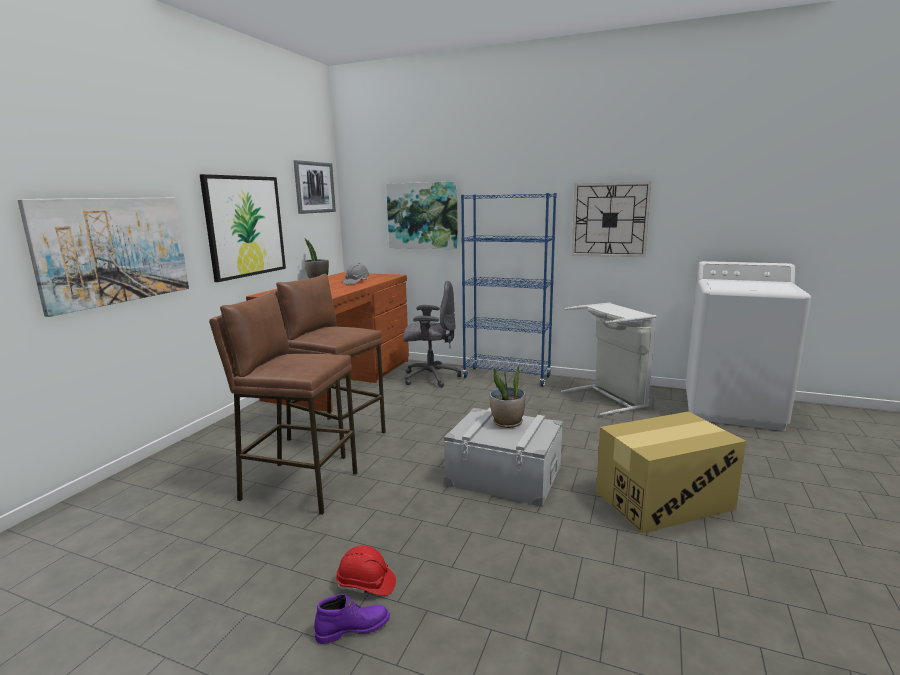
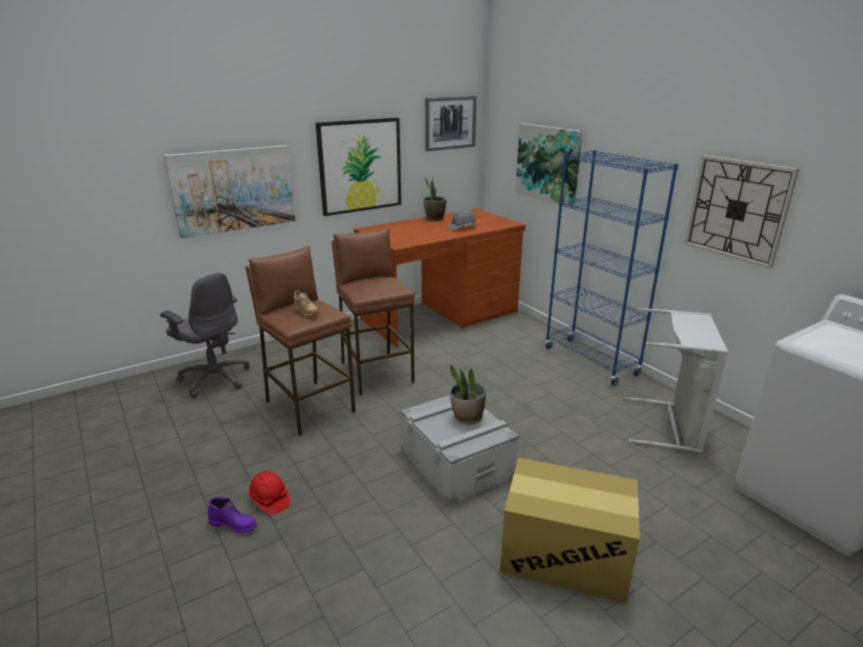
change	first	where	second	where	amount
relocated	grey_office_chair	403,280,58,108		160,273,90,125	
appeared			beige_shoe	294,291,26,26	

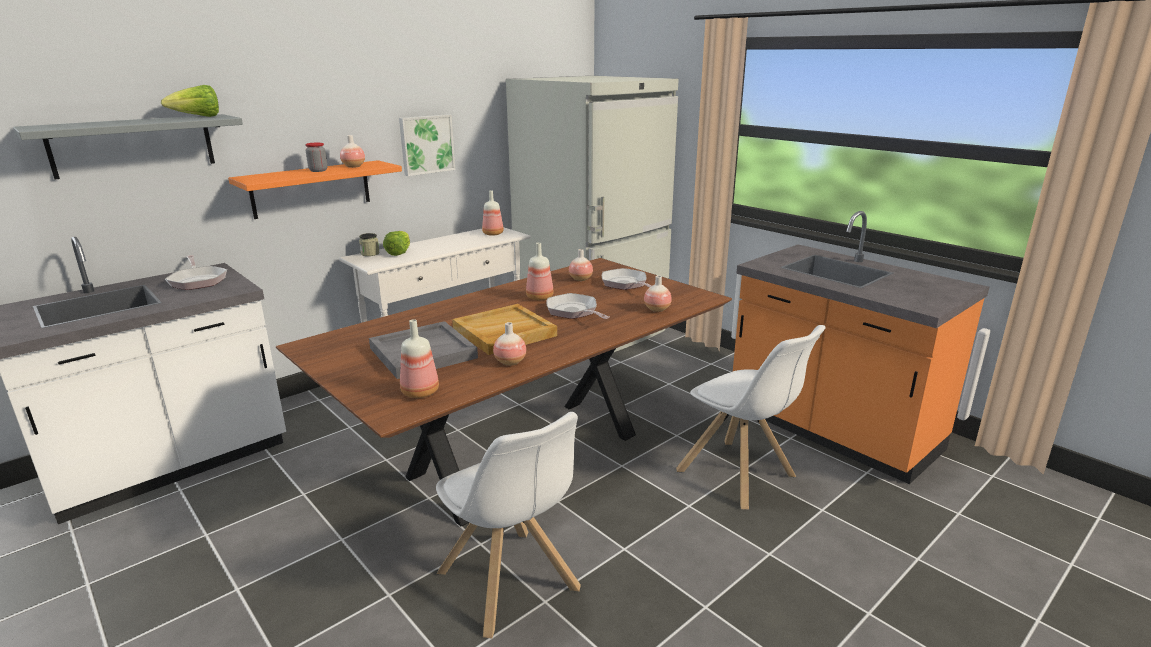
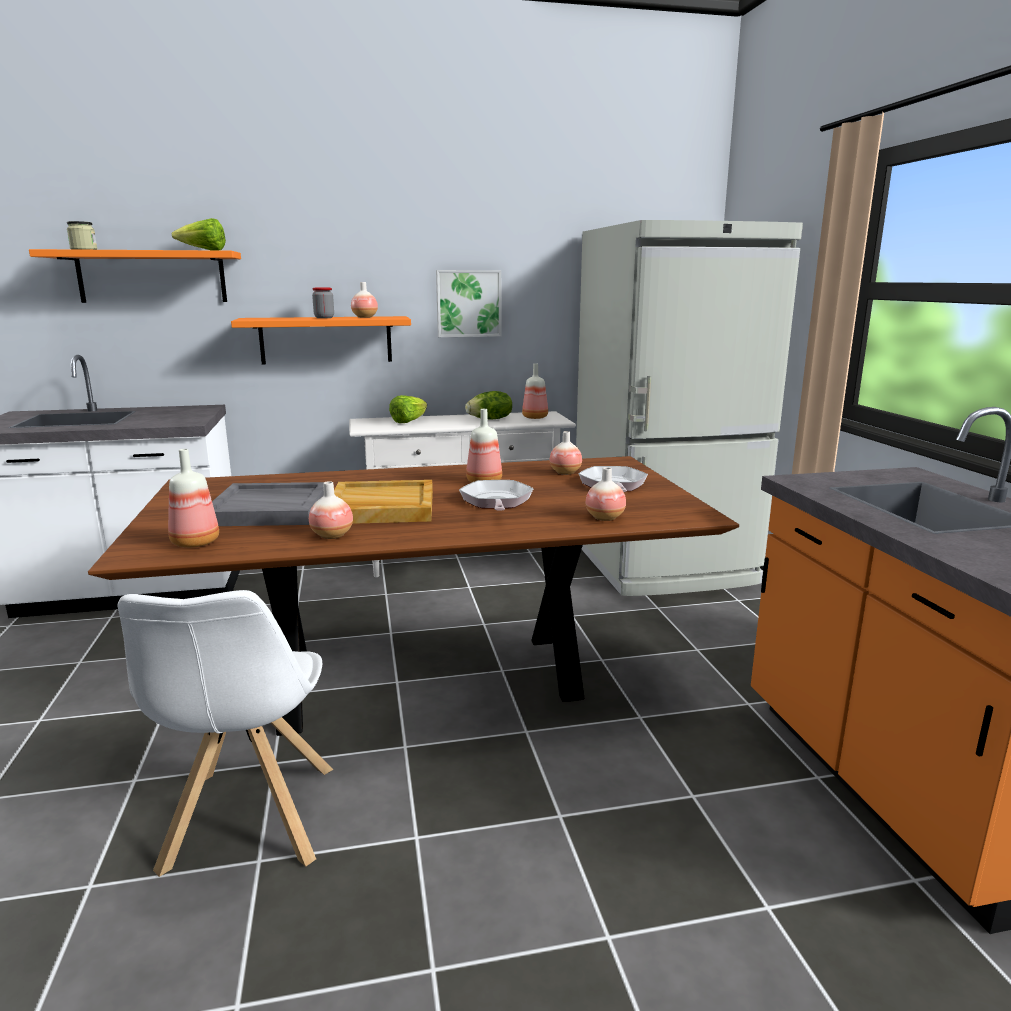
change	first	where	second	where	amount
colour	grey_shelf	13,114,230,65	orange_shelf	29,249,212,54	
missing	frying_pan	165,255,62,35			
relocated	jar	359,233,21,23		67,221,30,29	
missing	white_chair	676,325,150,185			
appeared			lettuce	465,391,47,28	

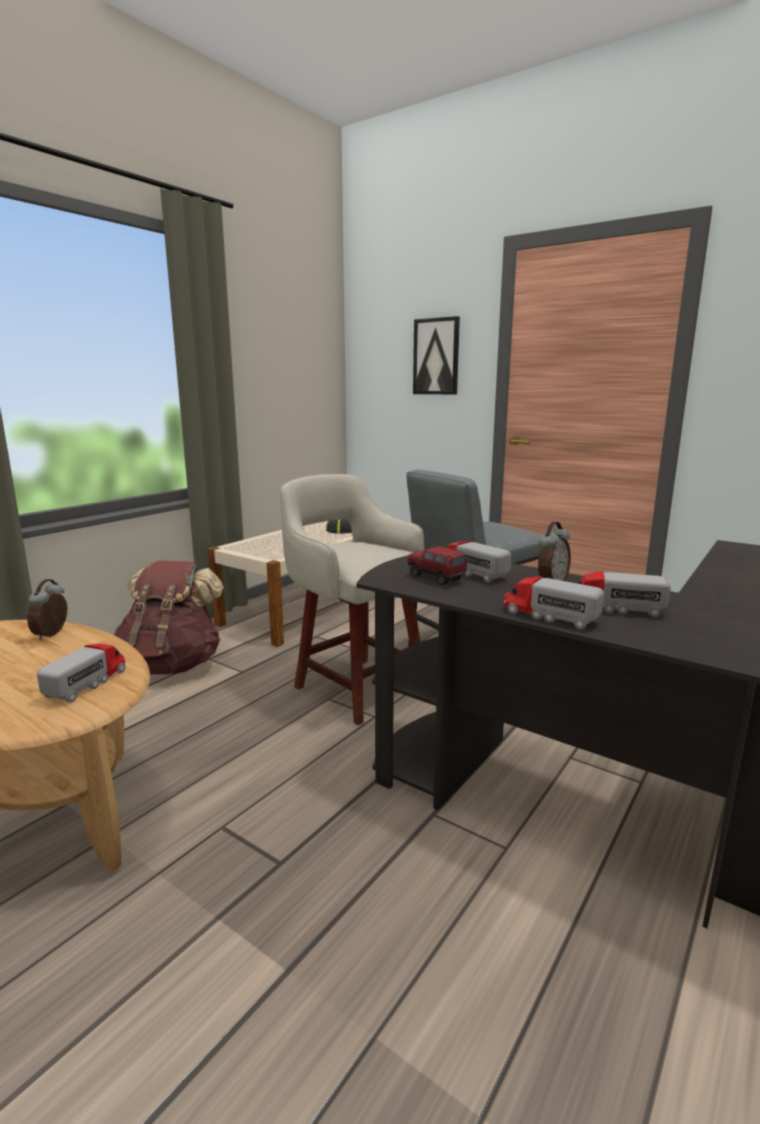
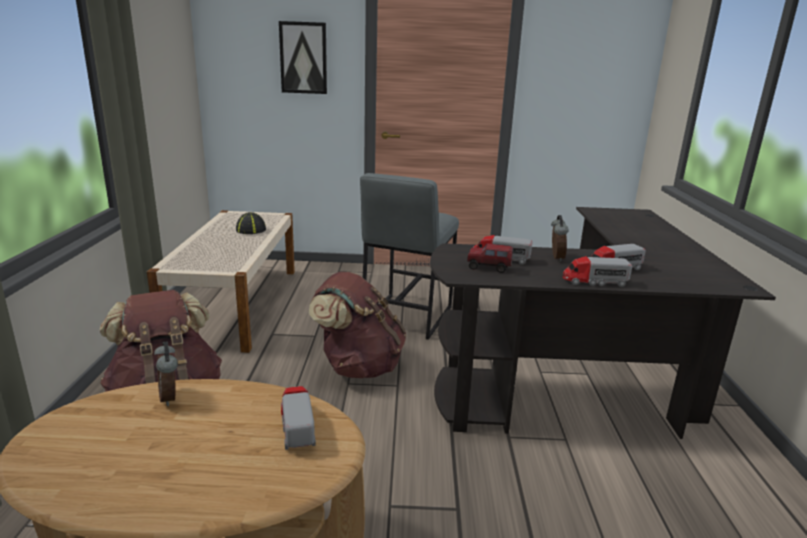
change	first	where	second	where	amount
exchanged	beige_stool	280,474,144,251	brown_backpack	308,272,98,106	

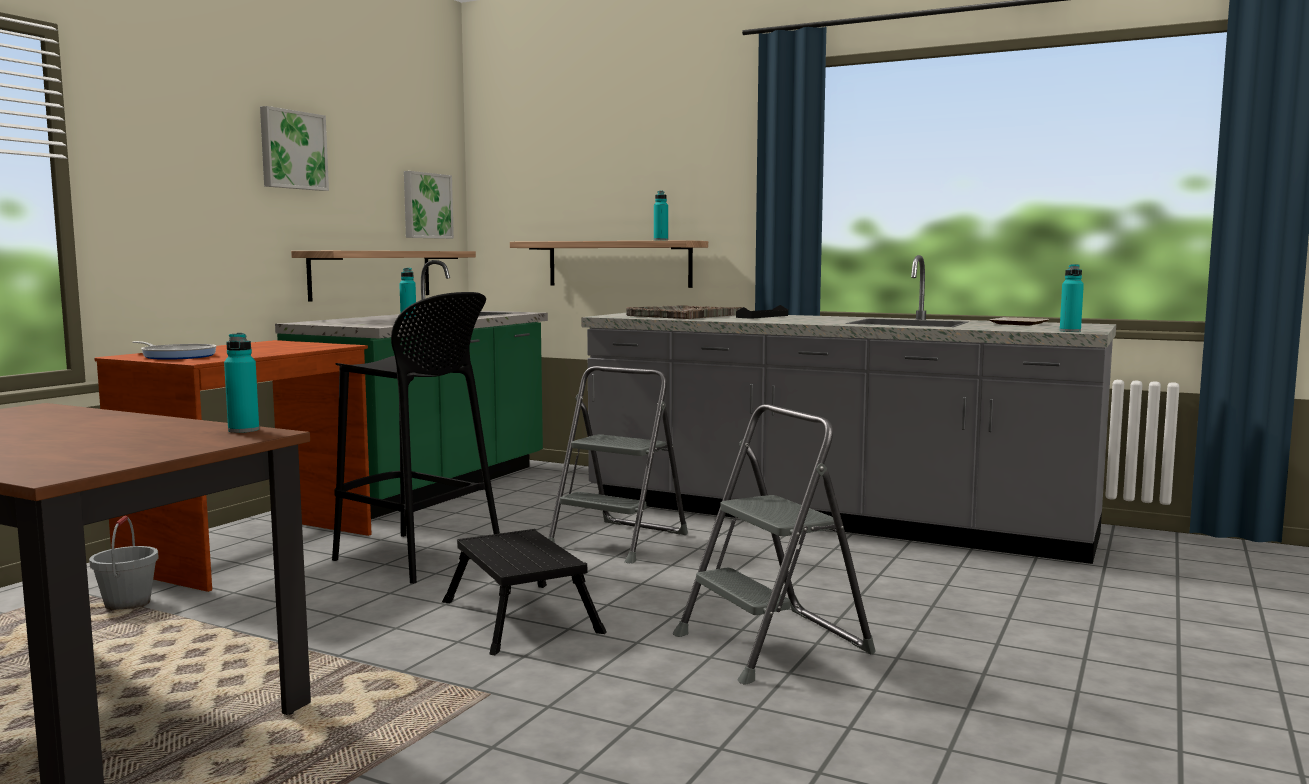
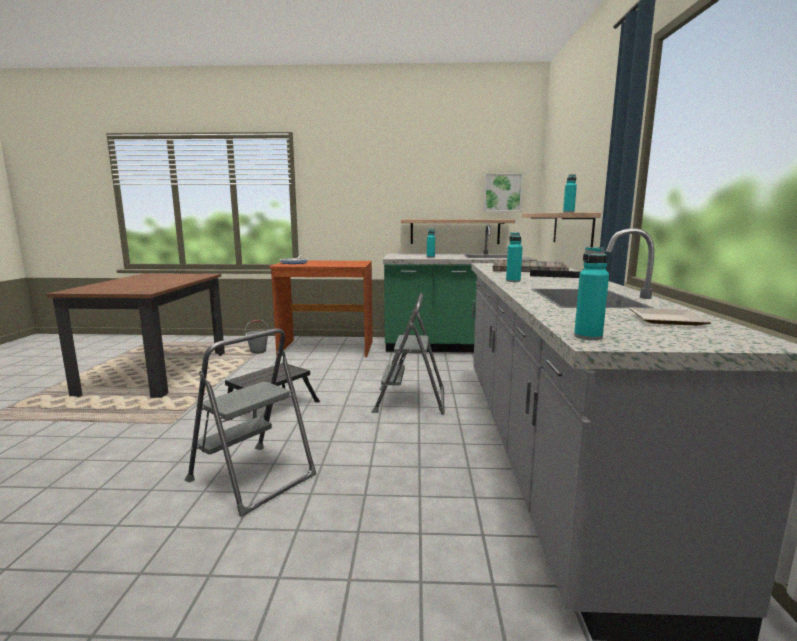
change	first	where	second	where	amount
relocated	turquoise_bottle	224,333,35,100		506,232,17,50	
missing	picture	260,106,69,85			
missing	black_stool	332,292,168,292			

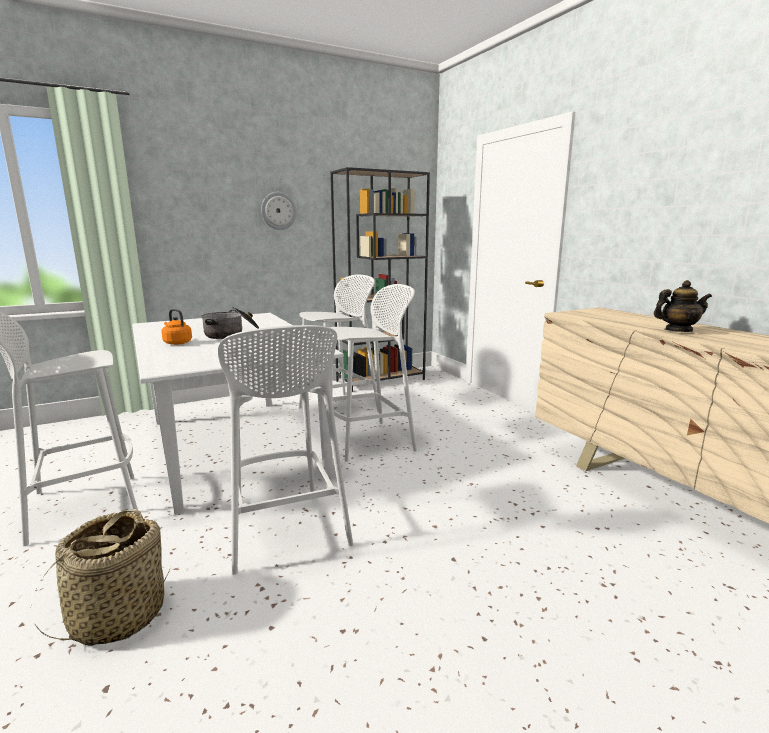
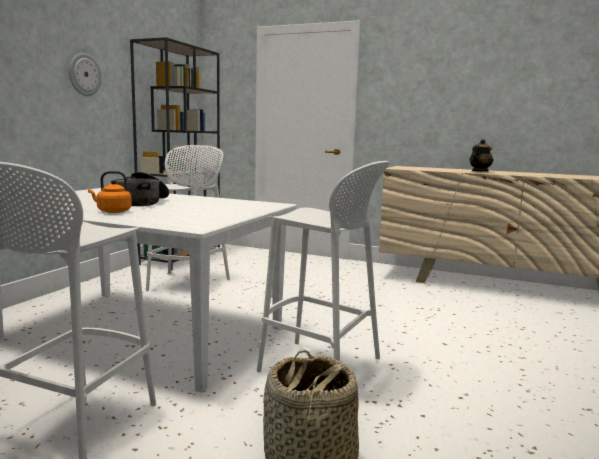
change	first	where	second	where	amount
missing	white_stool	326,284,91,177			

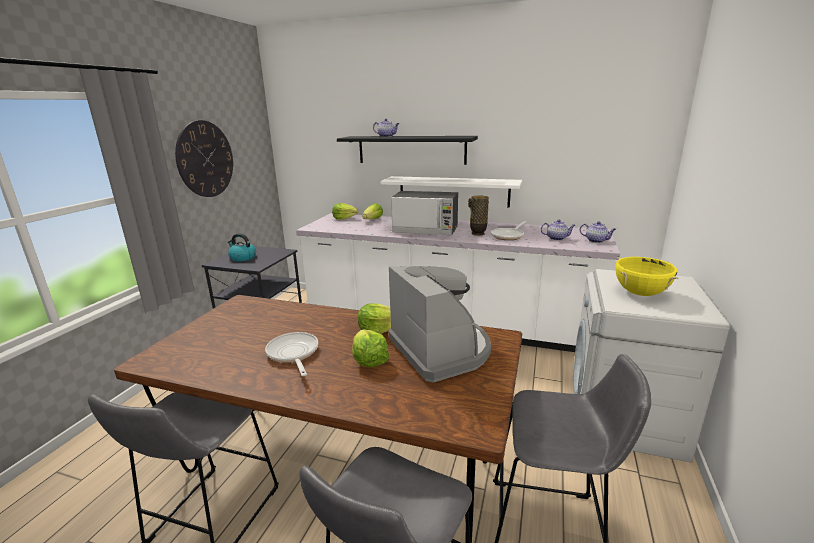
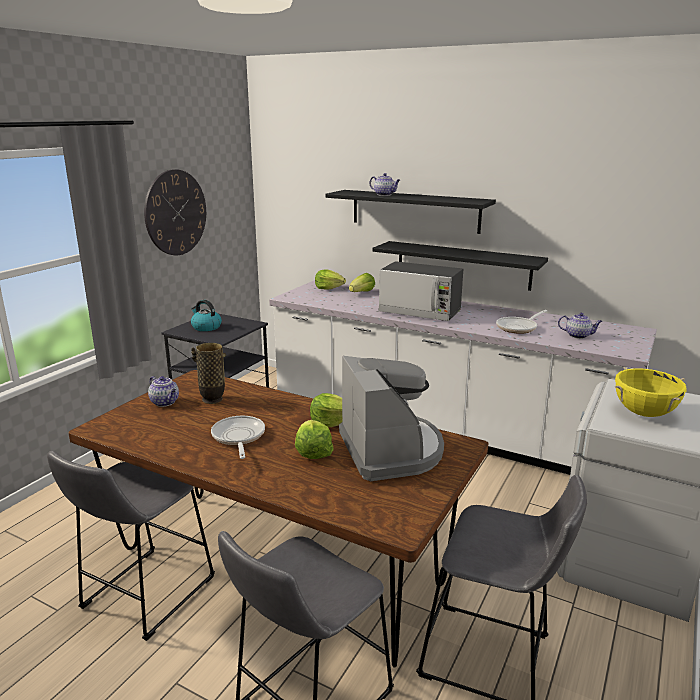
change	first	where	second	where	amount
colour	white_shelf	380,176,142,32	black_shelf	372,241,176,50	
relocated	vase	468,195,21,41		191,343,35,61	
relocated	teapot	580,221,36,22		148,376,31,31	

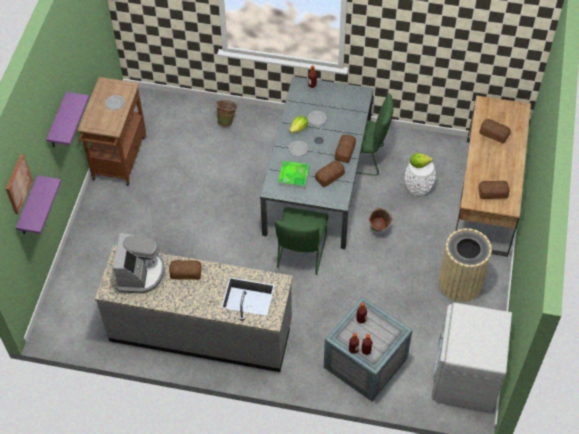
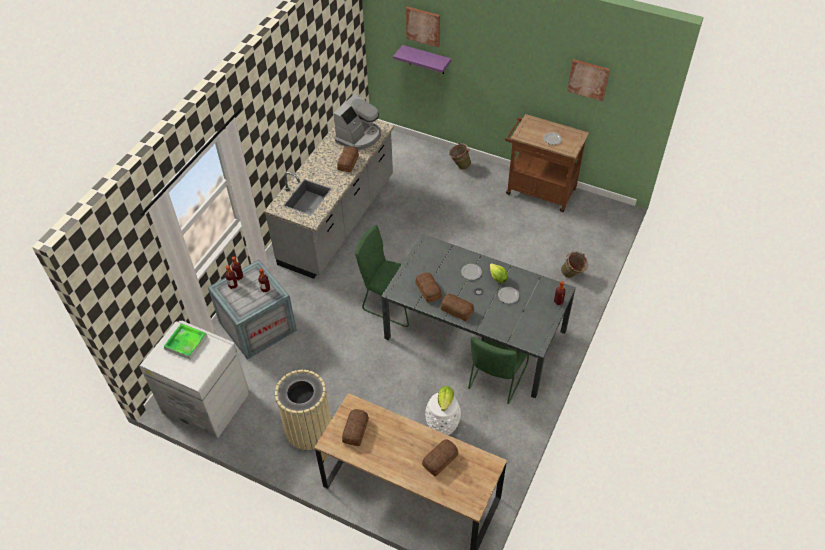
change	first	where	second	where	amount
missing	purple_shelf	46,92,43,55			
spun	coffee_machine	113,233,52,60		333,94,48,56	75 degrees counterclockwise
relocated	tray	278,161,31,28		164,324,44,36	
relocated	green_bucket	368,208,24,24		449,143,22,27	
appeared			picture	567,59,43,42	

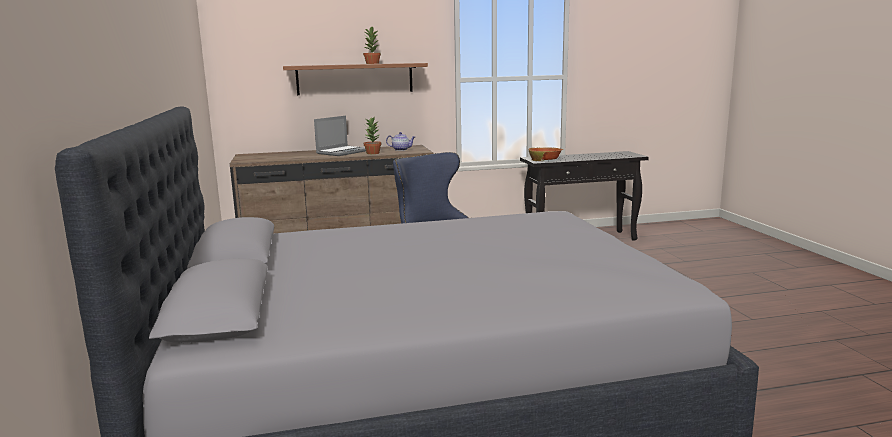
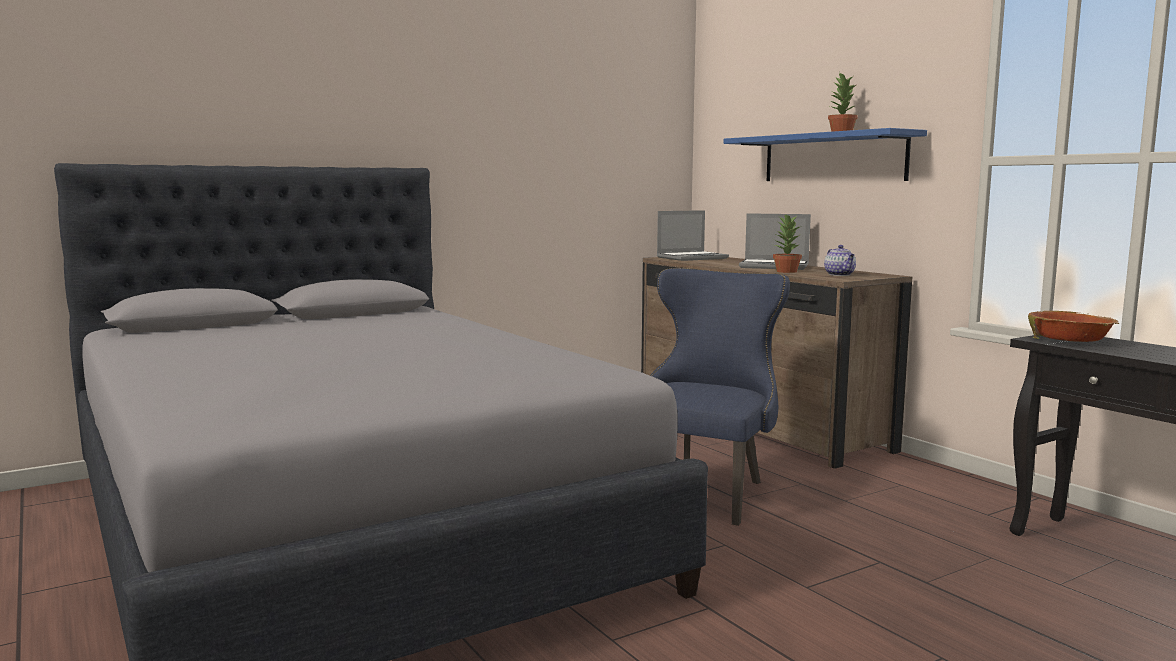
change	first	where	second	where	amount
colour	brown_shelf	283,63,145,32	blue_shelf	724,128,203,53	
appeared			laptop	657,210,72,51	

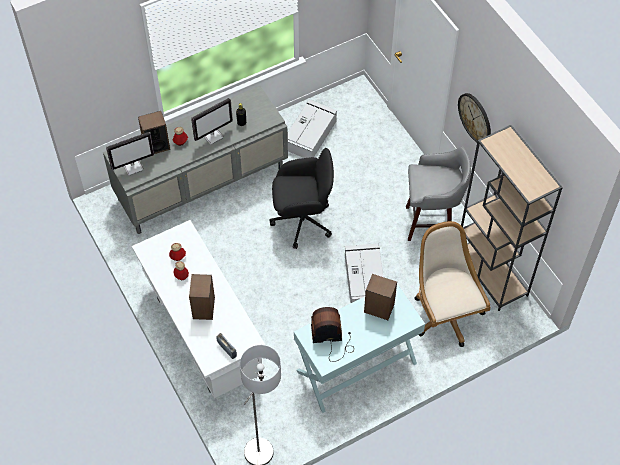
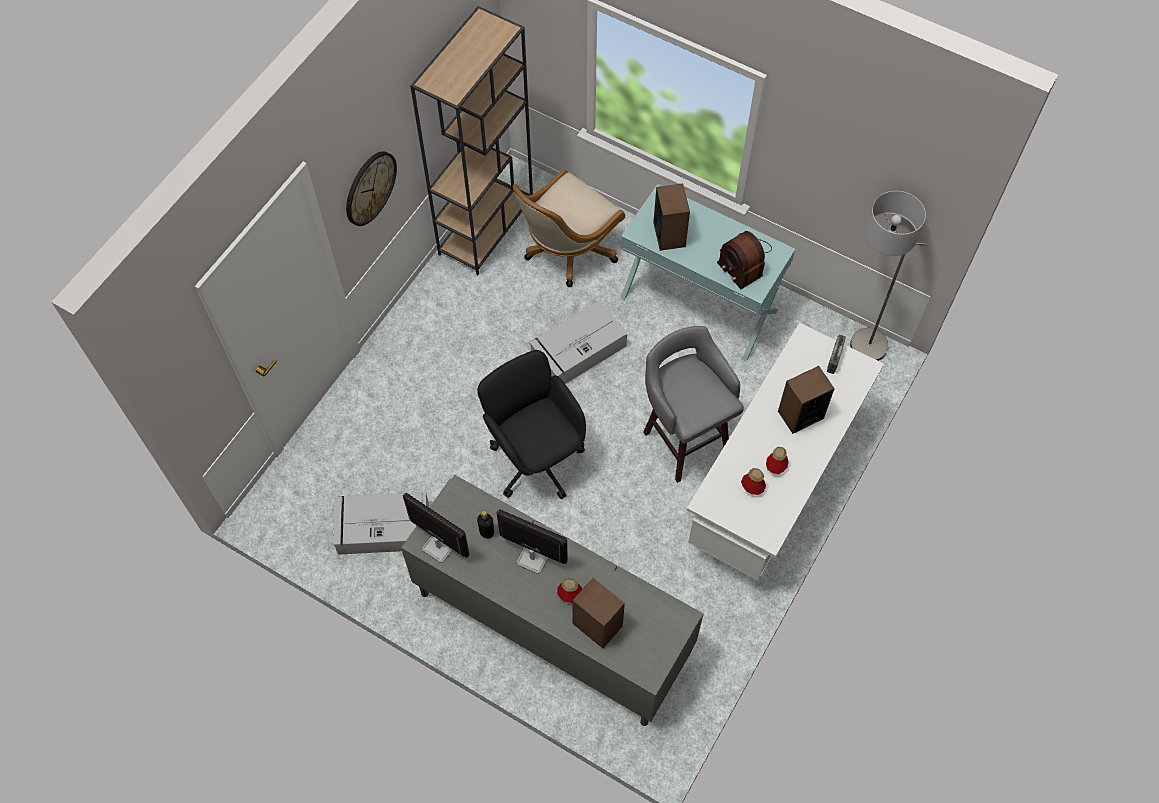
change	first	where	second	where	amount
relocated	monitor	106,132,48,43		403,493,67,70	
relocated	grey_stool	406,146,65,95		643,326,101,157	

